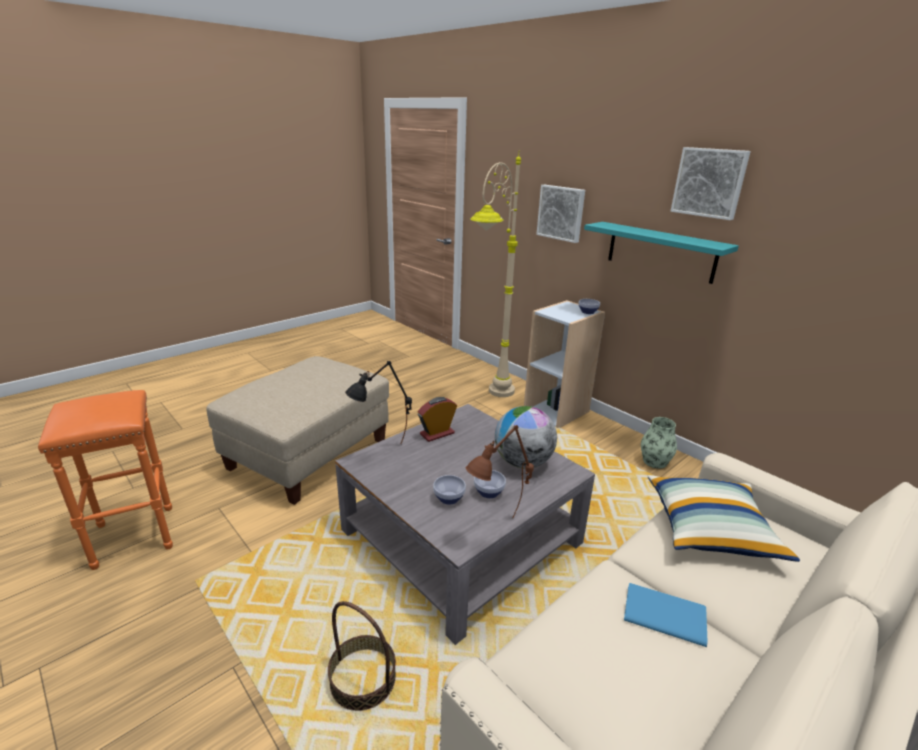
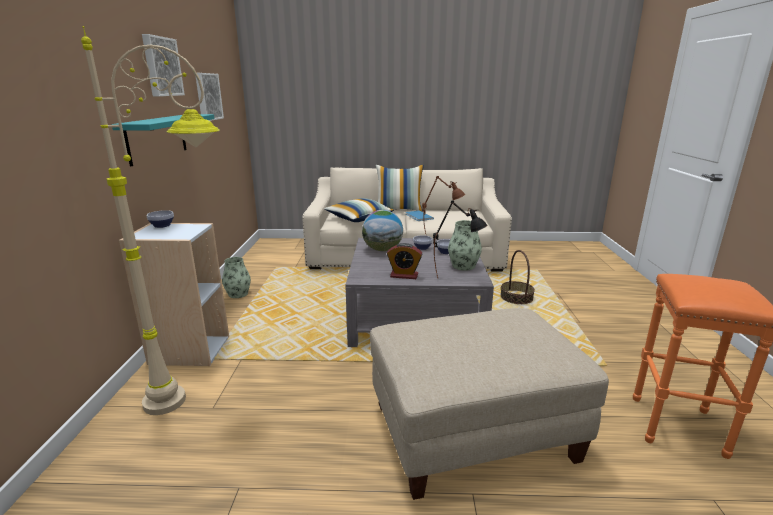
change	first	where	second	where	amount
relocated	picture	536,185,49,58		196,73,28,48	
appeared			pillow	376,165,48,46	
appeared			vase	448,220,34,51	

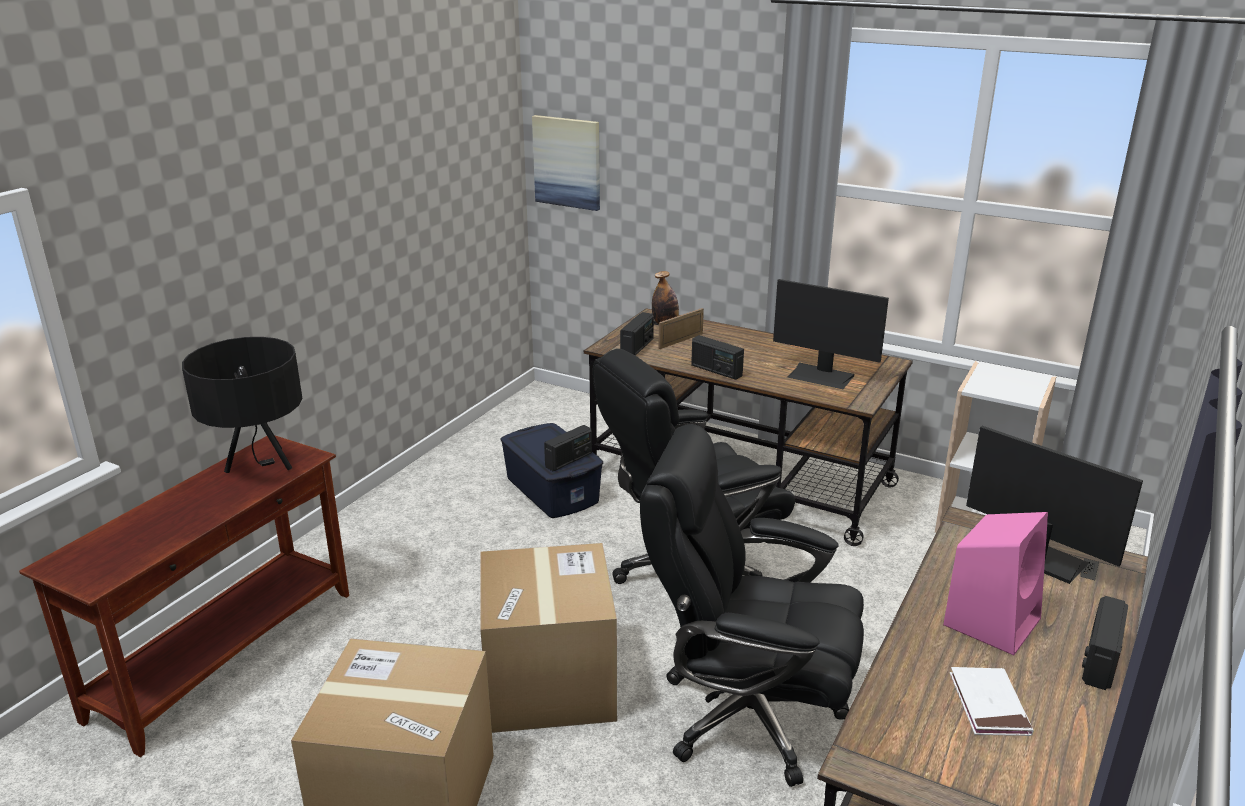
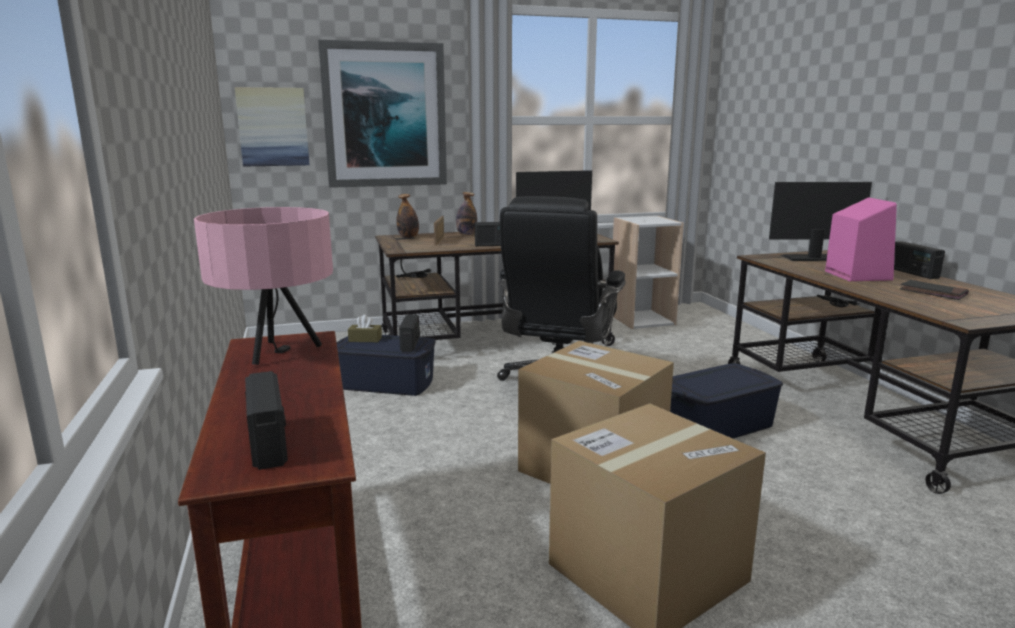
change	first	where	second	where	amount
colour	black_table_lamp	182,337,121,136	pink_table_lamp	194,207,139,158	
relocated	radio	620,312,34,44		245,371,43,99	
exchanged	black_office_chair	640,424,224,363	blue_storage_box	670,363,113,75	
colour	white_book	950,667,83,69	black_book	900,280,69,20	
appeared			picture	318,40,129,148	
appeared			brown_tissue_box	348,315,34,27	
appeared			bottle	456,192,21,43	

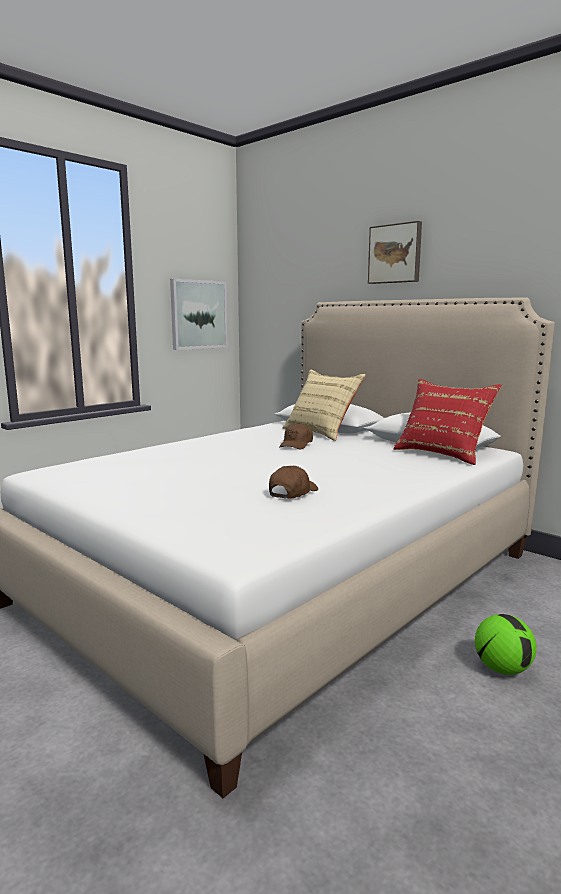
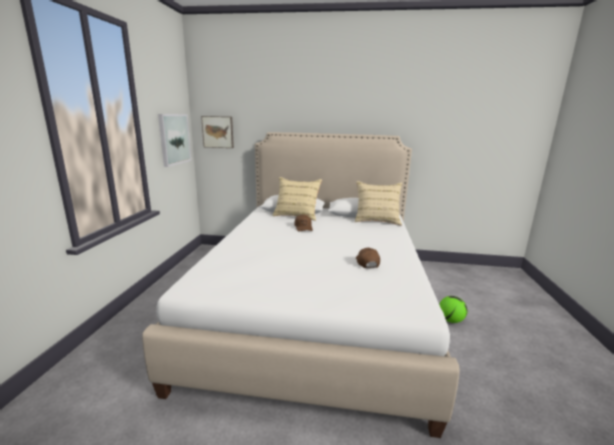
change	first	where	second	where	amount
relocated	picture	368,221,54,63		201,116,33,32	
colour	red_pillow	393,379,109,86	beige_pillow	355,181,47,44	

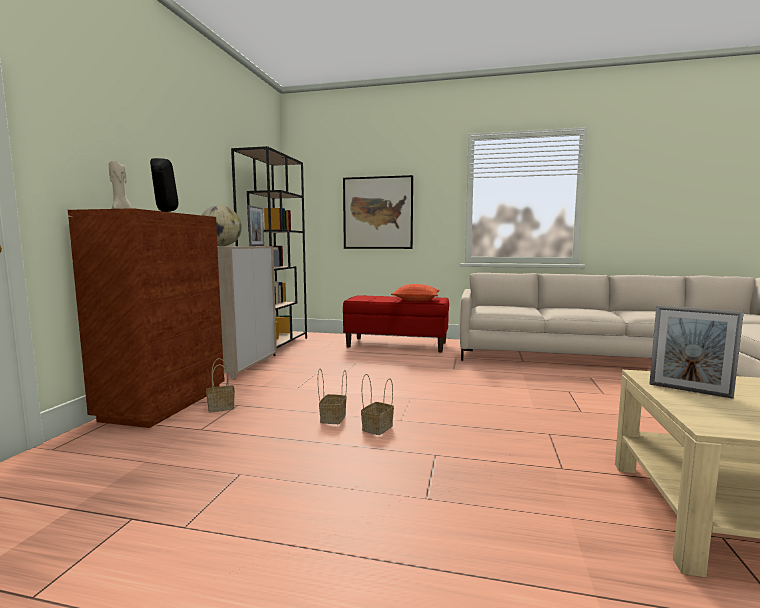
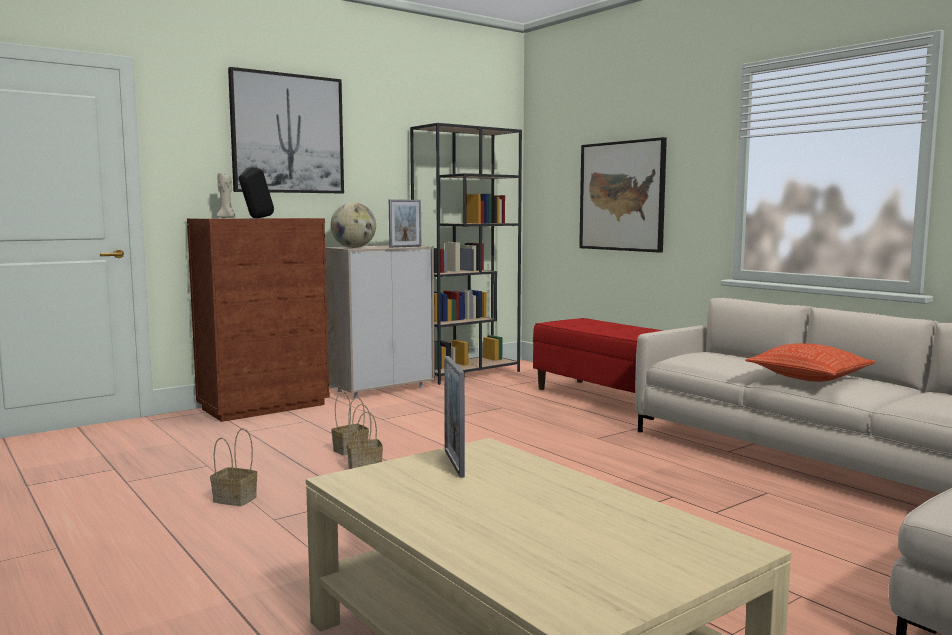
change	first	where	second	where	amount
relocated	basket	206,358,29,55		210,428,47,78	
relocated	orange_pillow	391,284,49,17		745,343,130,39	
appeared			picture	228,67,116,126	

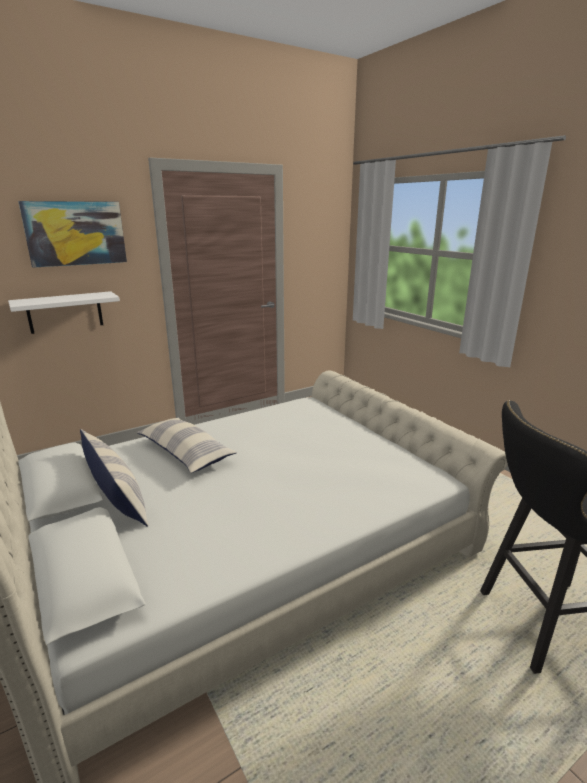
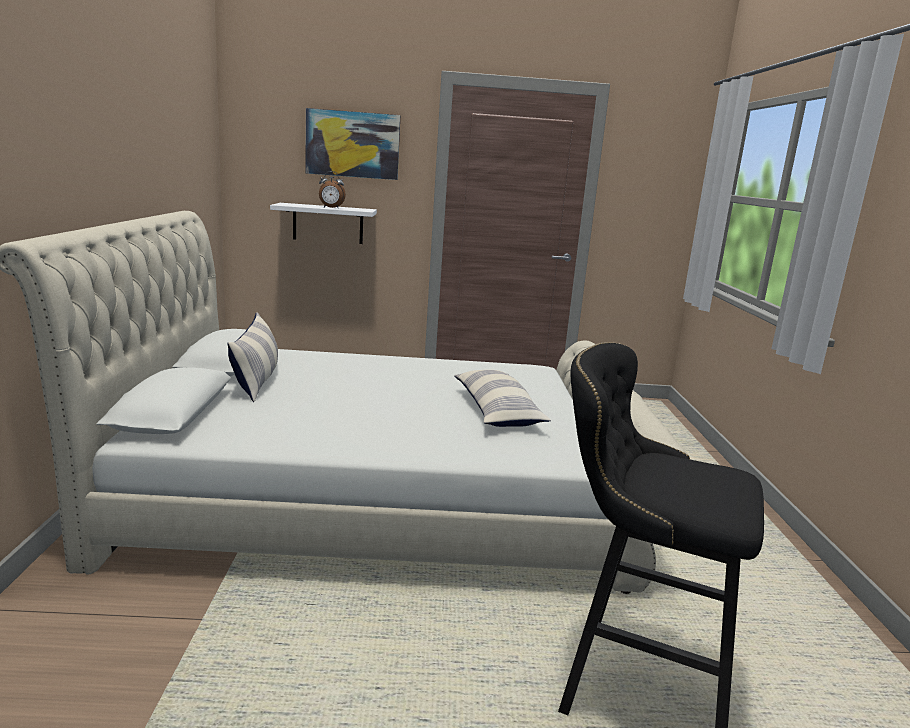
change	first	where	second	where	amount
relocated	pillow	137,418,100,55		454,370,97,57	
appeared			alarm_clock	319,171,27,37	

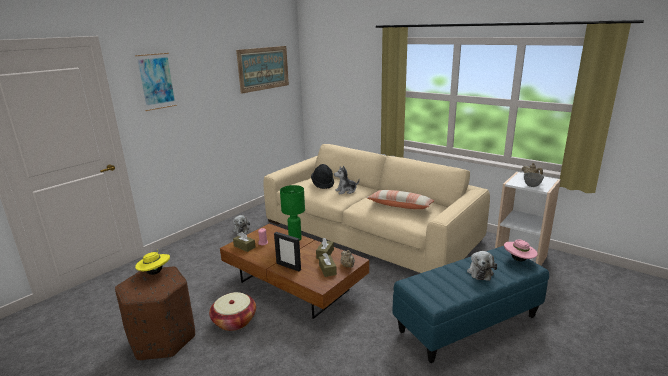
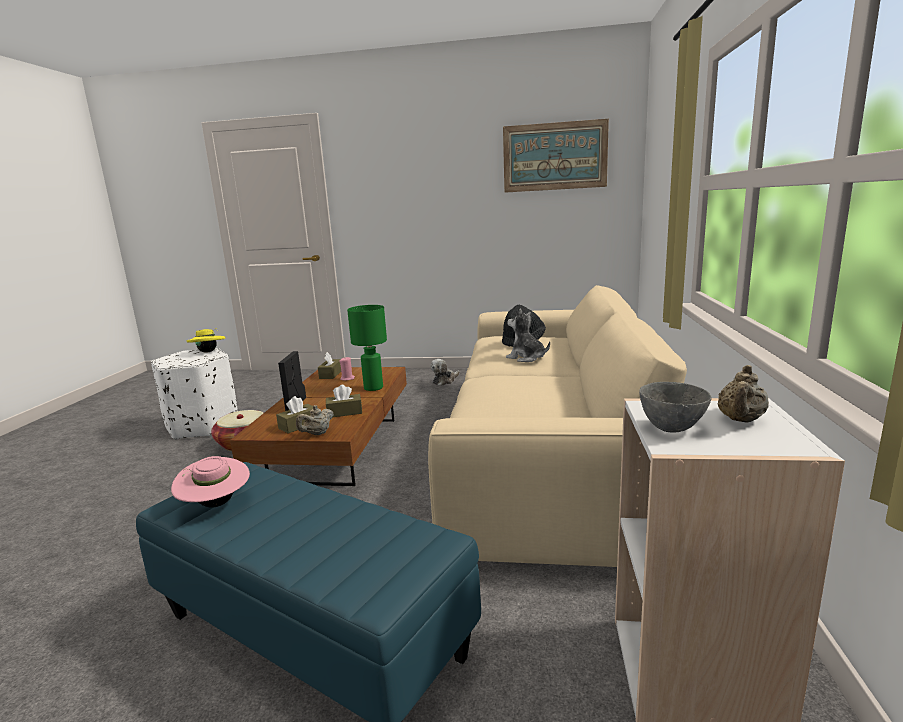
change	first	where	second	where	amount
colour	brown_ottoman	115,266,80,95	white_ottoman	151,348,87,92	
missing	picture	135,53,42,58			
missing	pillow	366,190,69,19			
missing	plush_toy	467,251,30,30			
relocated	pink_hat	504,239,34,23		171,456,79,51	

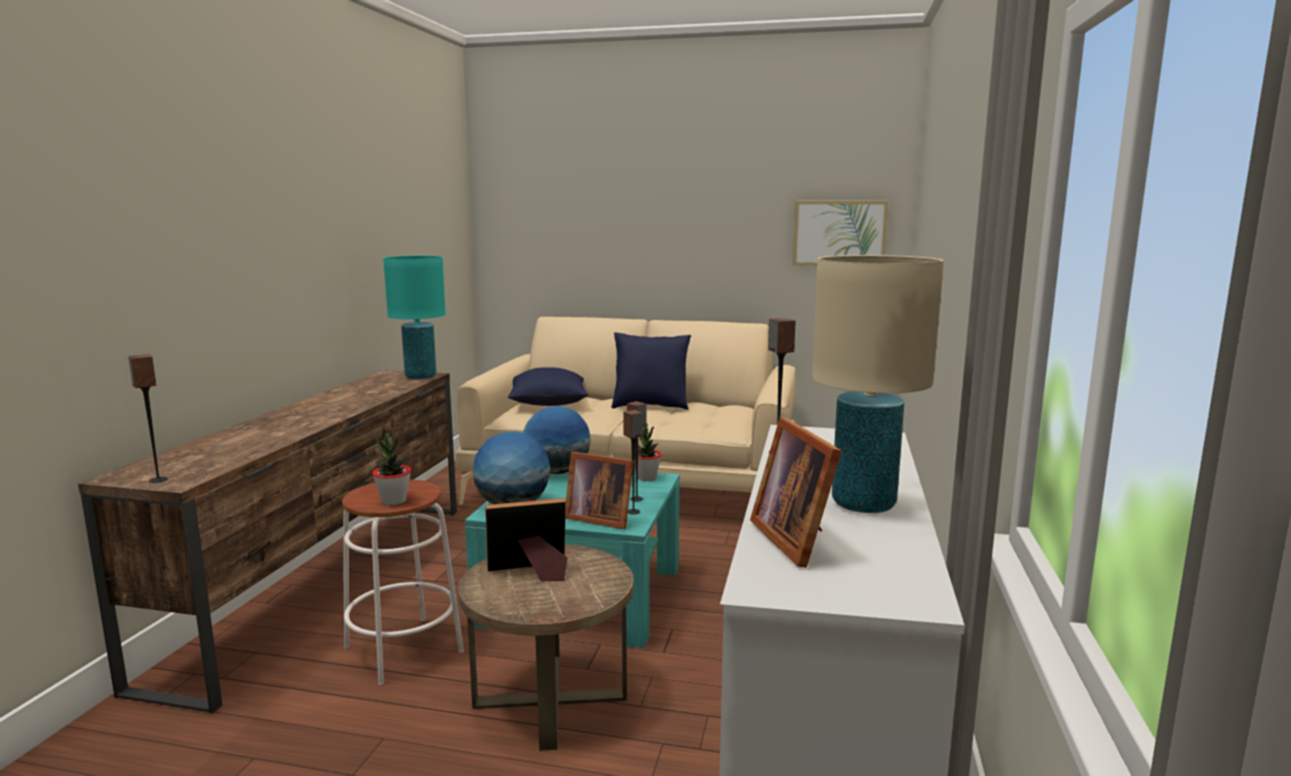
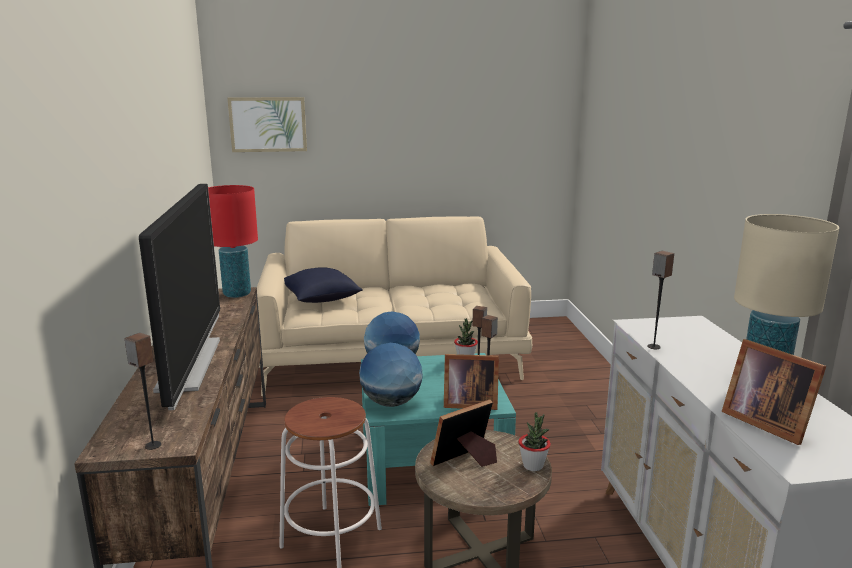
change	first	where	second	where	amount
relocated	potted_plant	372,433,39,72		518,412,33,59	
colour	turquoise_table_lamp	383,255,63,125	red_table_lamp	208,185,50,113	
missing	blue_pillow	611,332,80,78			
relocated	picture	793,201,96,65		227,97,80,55	
appeared			television	139,184,81,226	

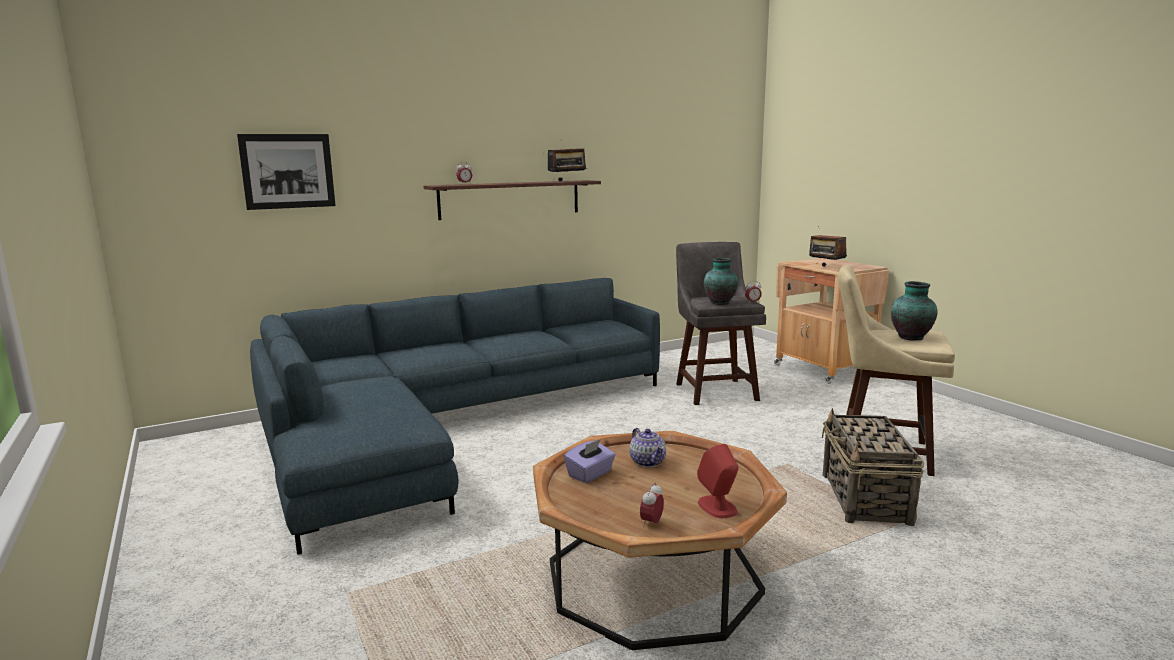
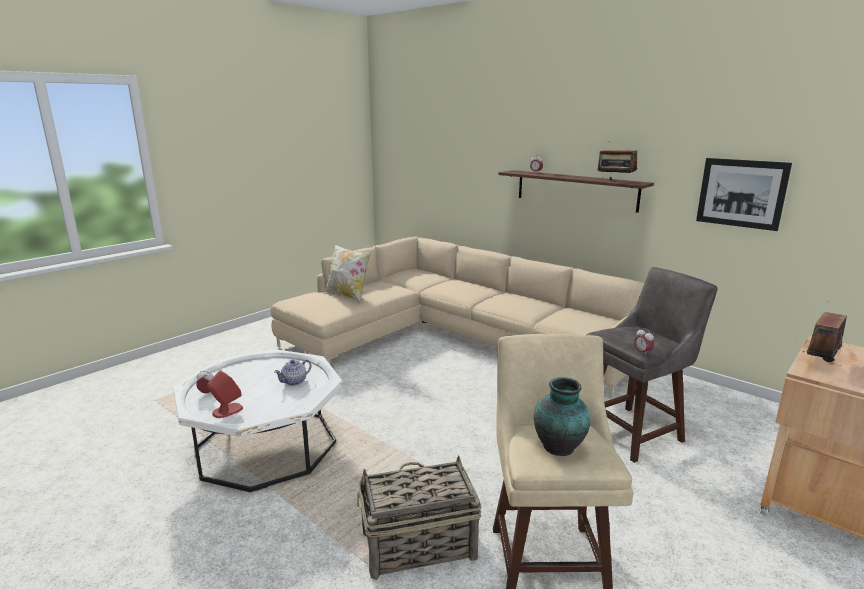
change	first	where	second	where	amount
relocated	picture	237,134,99,76		696,158,96,73	
colour	blue_sofa	250,278,410,277	beige_sofa	271,236,374,163	
colour	brown_coffee_table	533,431,254,219	white_coffee_table	173,349,170,143	
missing	purple_tissue_box	564,439,52,44			
missing	vase	704,258,34,47			
appeared			pillow	325,244,46,59	

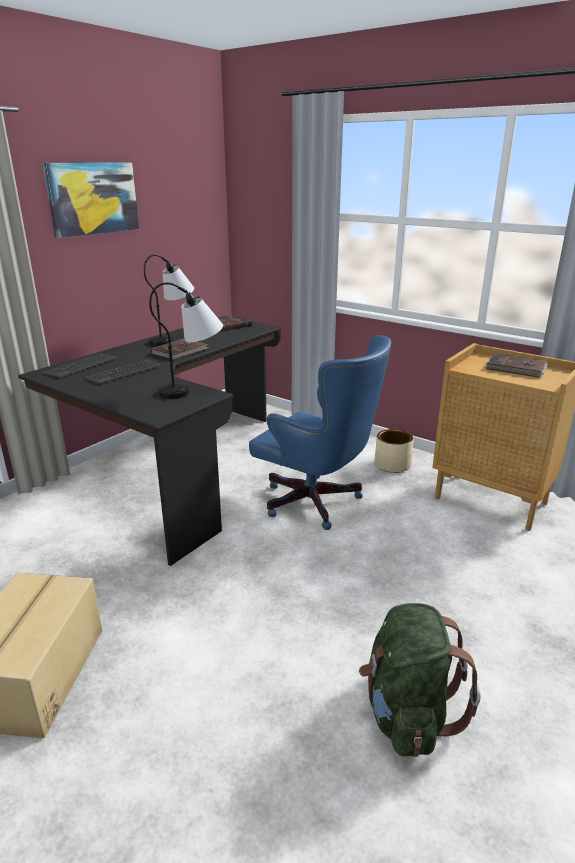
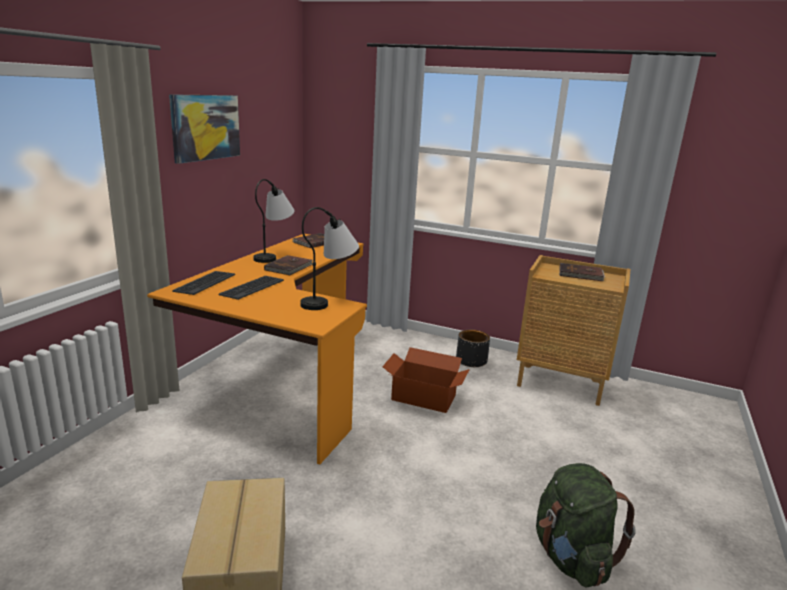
change	first	where	second	where	amount
colour	black_desk	18,316,263,250	orange_desk	147,234,220,231	
exchanged	blue_office_chair	249,335,142,195	cardboard_box	382,347,88,66	
colour	beige_planter	375,429,39,44	black_planter	456,330,34,37	

